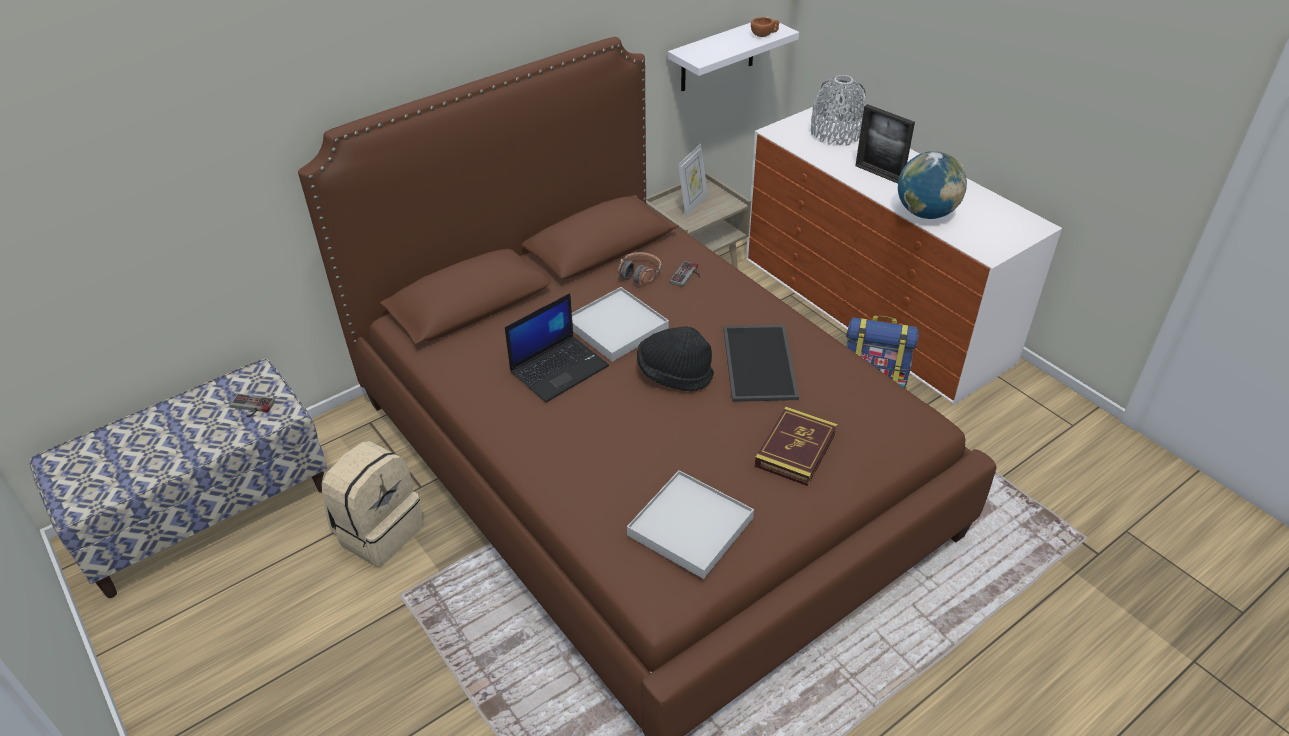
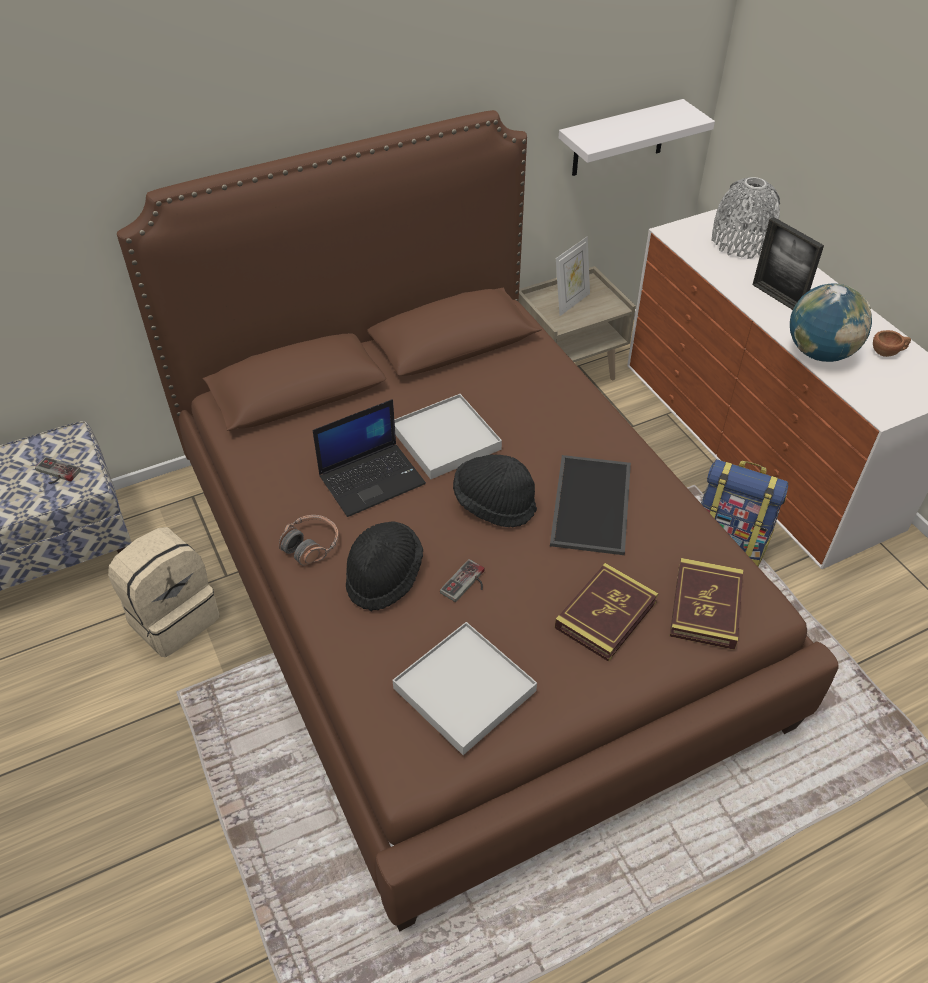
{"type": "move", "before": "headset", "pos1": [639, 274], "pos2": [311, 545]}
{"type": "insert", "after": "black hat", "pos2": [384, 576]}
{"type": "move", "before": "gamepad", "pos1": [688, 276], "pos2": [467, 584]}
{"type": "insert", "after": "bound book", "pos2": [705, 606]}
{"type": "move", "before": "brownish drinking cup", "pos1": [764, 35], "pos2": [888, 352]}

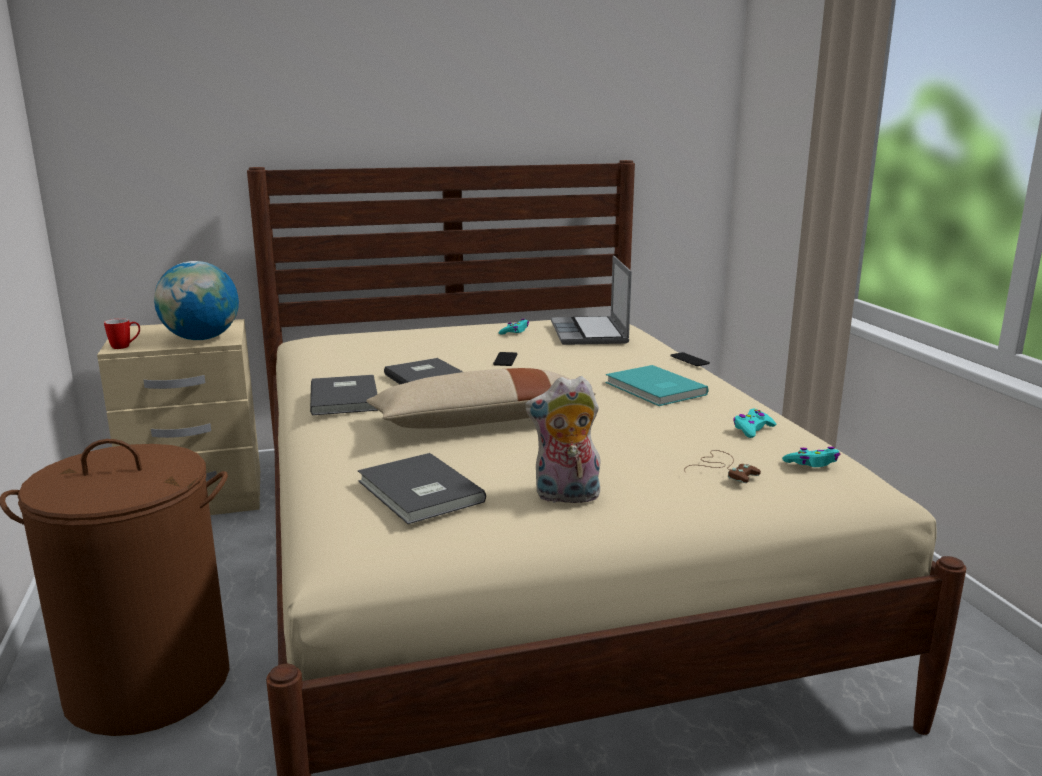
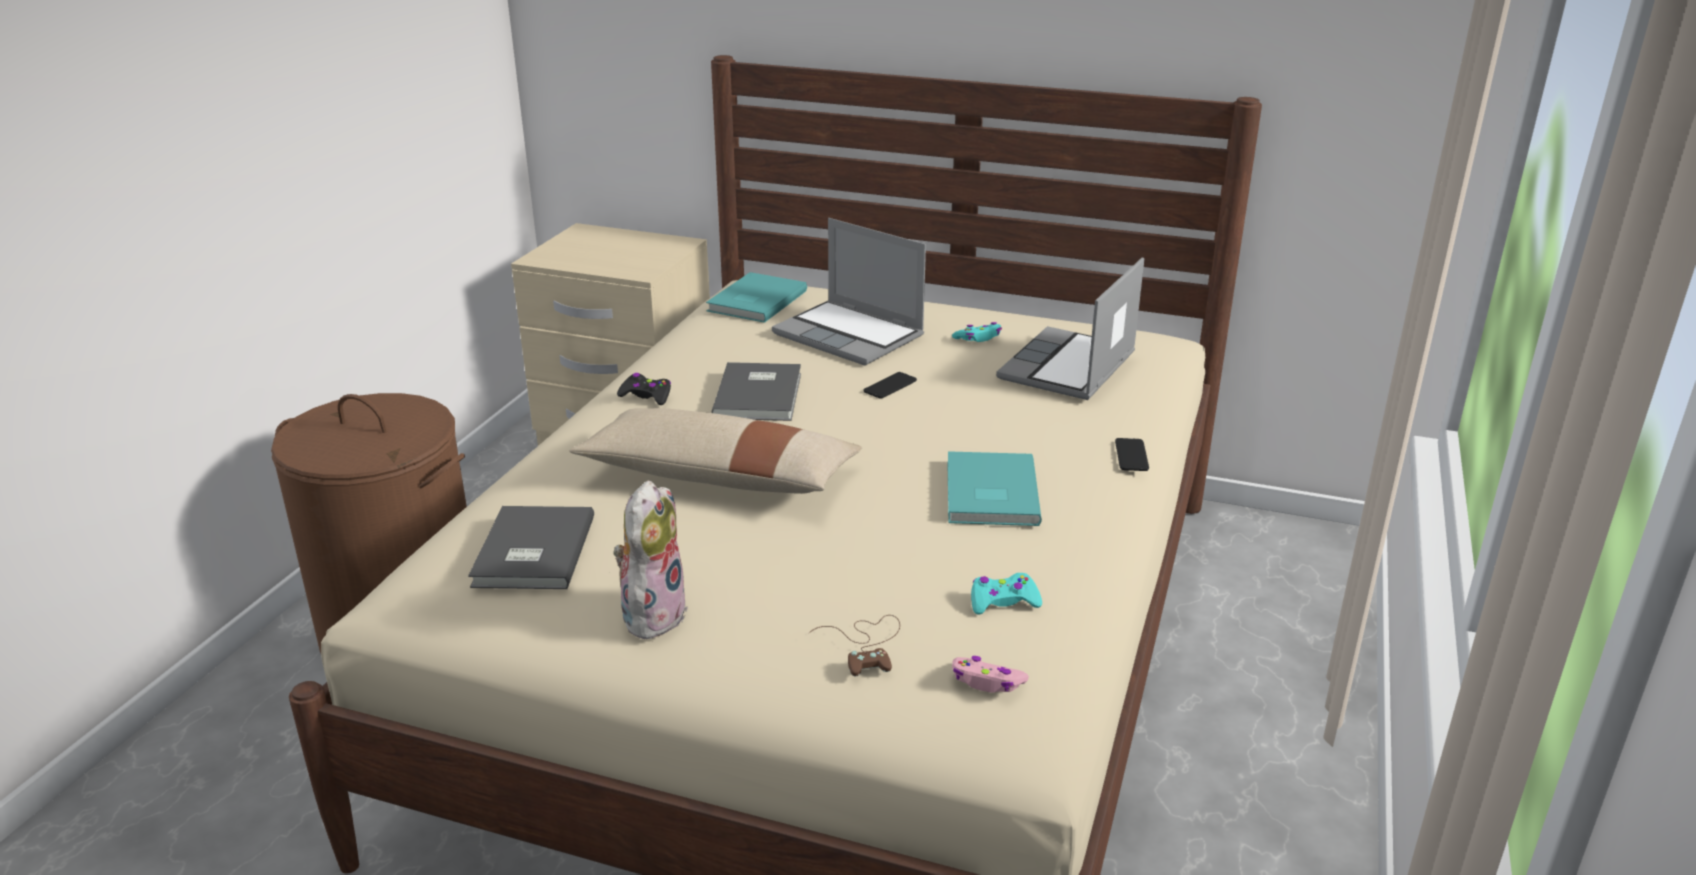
{"type": "rotate", "before": "plush toy", "pos1": [565, 497], "pos2": [652, 614], "turn": 75}
{"type": "replace", "before": "gray bound book", "after": "black gamepad", "pos1": [346, 397], "pos2": [646, 396]}
{"type": "insert", "after": "blue-green bound book", "pos2": [754, 301]}
{"type": "insert", "after": "laptop", "pos2": [851, 335]}
{"type": "recolor", "before": "blue-green gamepad", "after": "pinkish gamepad", "pos1": [812, 463], "pos2": [987, 682]}
{"type": "delete", "before": "coffee mug", "pos1": [125, 346]}
{"type": "delete", "before": "world globe", "pos1": [201, 339]}

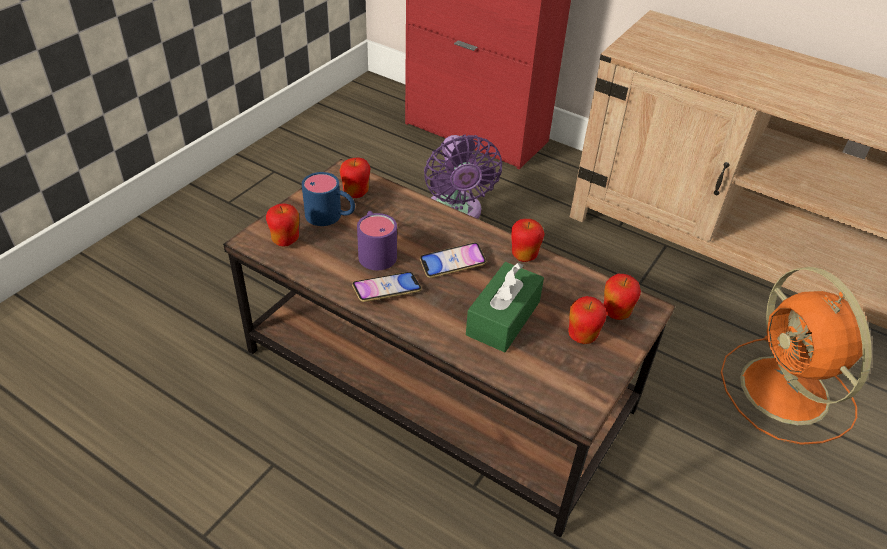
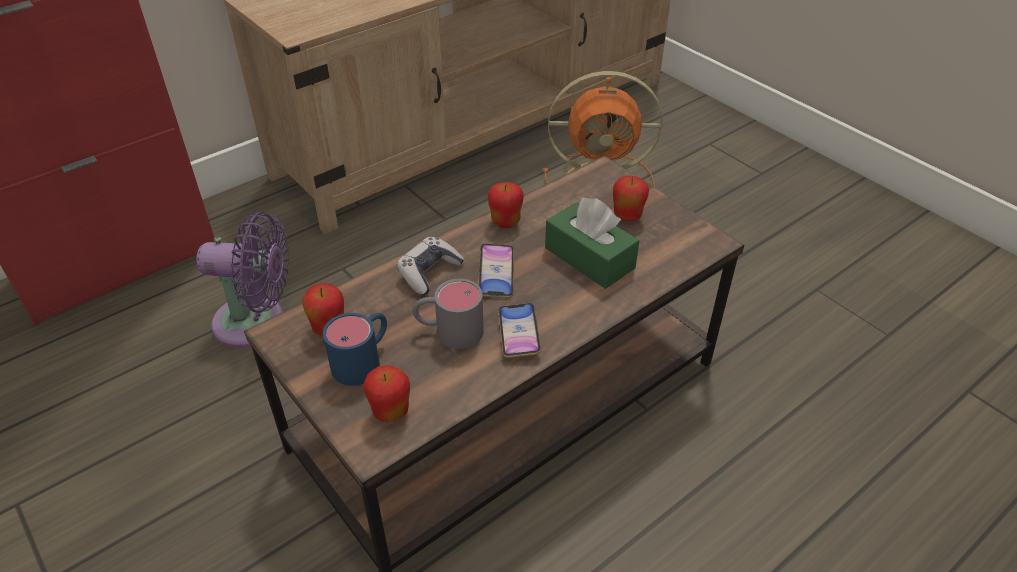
{"type": "insert", "after": "gamepad", "pos2": [429, 272]}
{"type": "recolor", "before": "purple-coloured coffee mug", "after": "gray coffee mug", "pos1": [375, 251], "pos2": [449, 331]}
{"type": "delete", "before": "apple fruit", "pos1": [616, 313]}

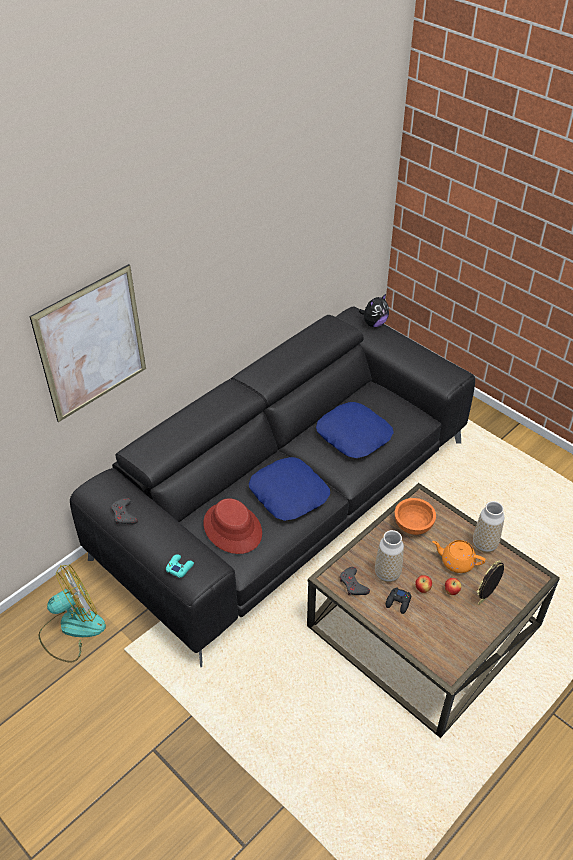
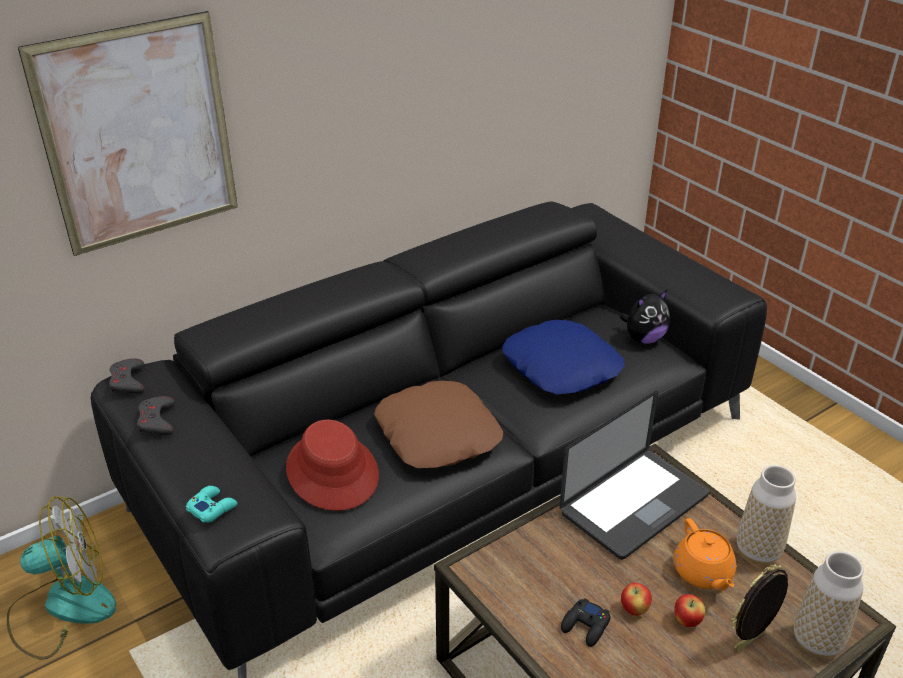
{"type": "move", "before": "gray gamepad", "pos1": [353, 584], "pos2": [128, 381]}
{"type": "recolor", "before": "blue-coloured cushion", "after": "brownish cushion", "pos1": [289, 494], "pos2": [438, 434]}
{"type": "replace", "before": "orangey bowl", "after": "laptop", "pos1": [413, 525], "pos2": [634, 504]}
{"type": "move", "before": "plush toy", "pos1": [374, 323], "pos2": [643, 339]}
{"type": "rotate", "before": "orangey pot for tea", "pos1": [456, 562], "pos2": [703, 573], "turn": -135}
{"type": "move", "before": "flower vase", "pos1": [387, 574], "pos2": [816, 642]}

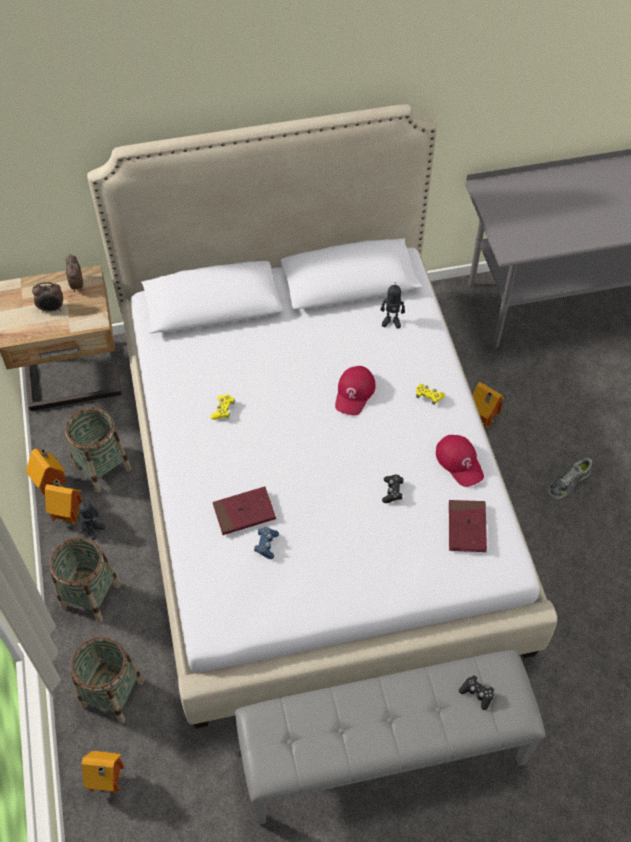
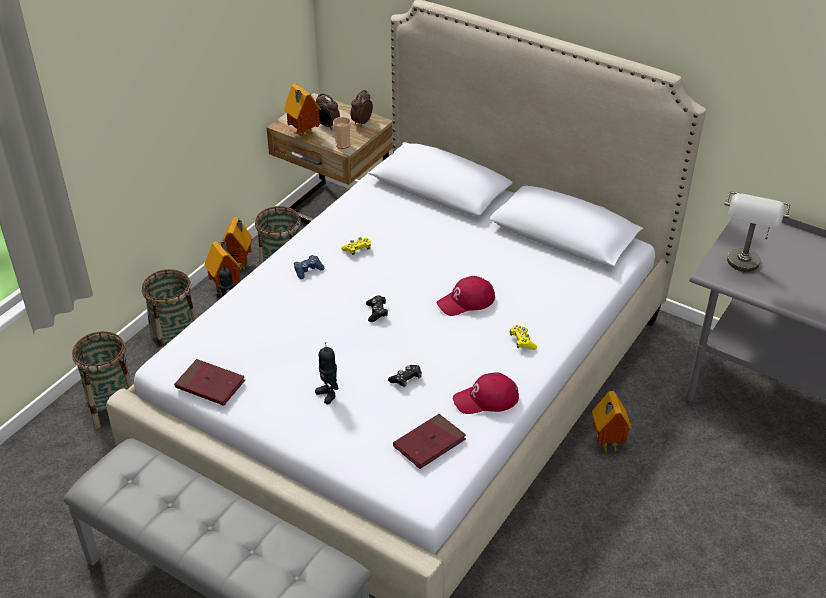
{"type": "move", "before": "reddish bound book", "pos1": [244, 512], "pos2": [210, 385]}
{"type": "move", "before": "toy house", "pos1": [108, 783], "pos2": [303, 135]}
{"type": "move", "before": "blue-coloured gamepad", "pos1": [266, 545], "pos2": [308, 270]}
{"type": "move", "before": "model robot", "pos1": [391, 321], "pos2": [328, 394]}
{"type": "insert", "after": "drinking cup", "pos2": [343, 145]}
{"type": "move", "before": "black gamepad", "pos1": [477, 693], "pos2": [377, 312]}
{"type": "rotate", "before": "reddish baseball cap", "pos1": [460, 462], "pos2": [486, 399], "turn": 60}
{"type": "insert", "after": "gray tabletop lamp", "pos2": [742, 268]}
{"type": "delete", "before": "low shoe", "pos1": [568, 482]}

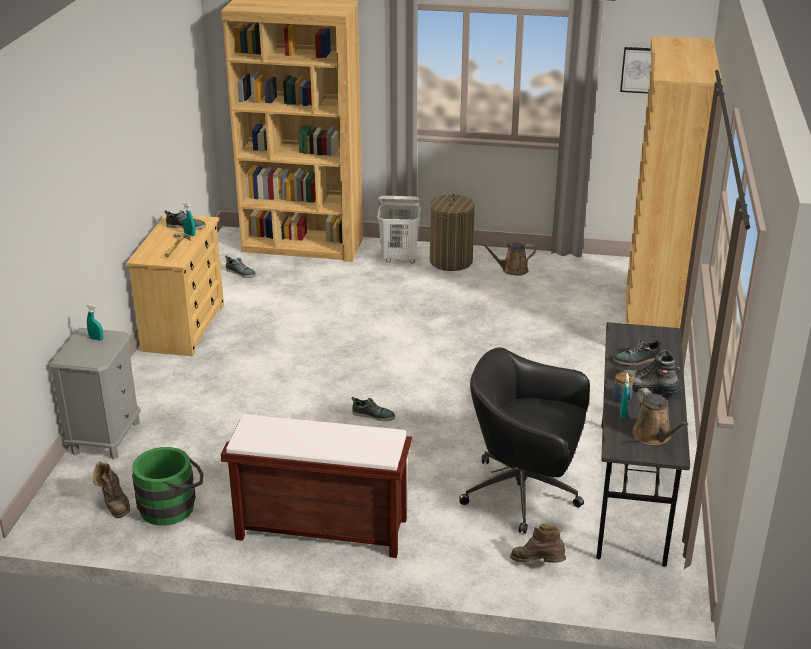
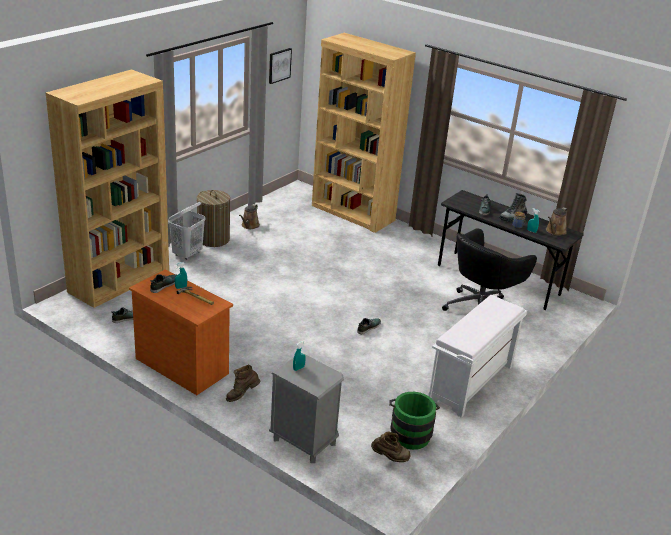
{"type": "recolor", "before": "sand-coloured dresser", "after": "orangey dresser", "pos1": [184, 327], "pos2": [181, 366]}
{"type": "move", "before": "brownish tall boot", "pos1": [538, 564], "pos2": [242, 395]}
{"type": "recolor", "before": "brownish long seat", "after": "whitish long seat", "pos1": [320, 529], "pos2": [470, 383]}
{"type": "rotate", "before": "brownish watering can", "pos1": [654, 436], "pos2": [555, 231], "turn": 120}

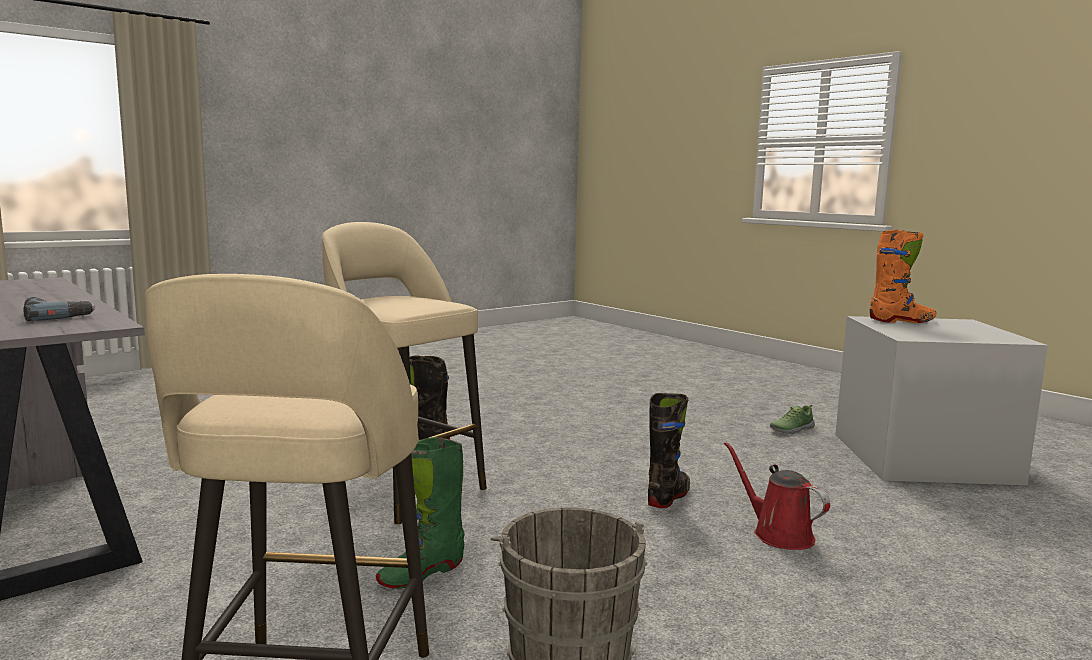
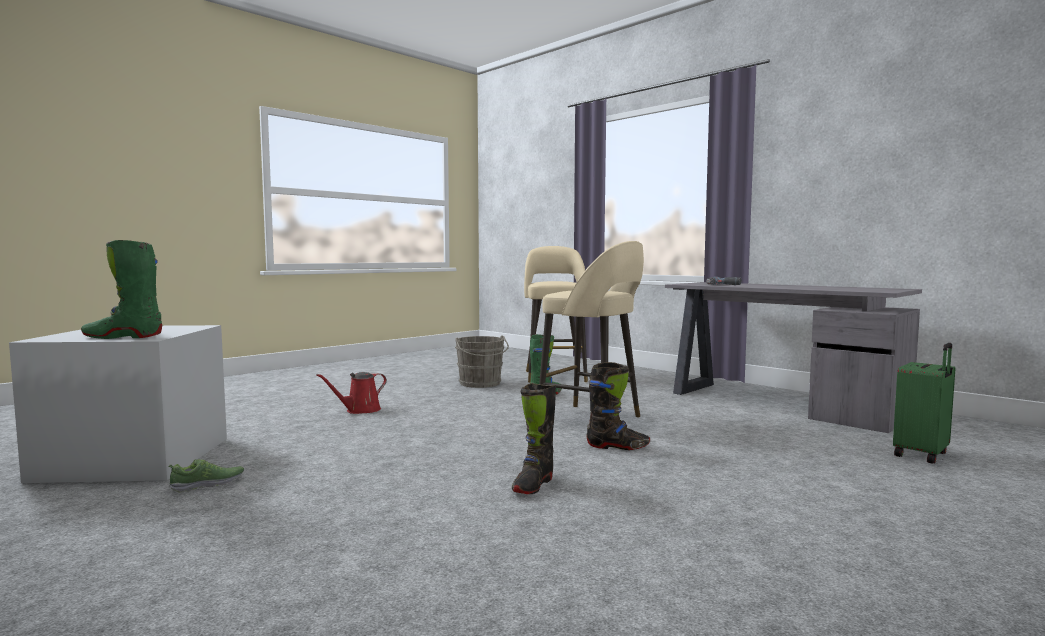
{"type": "recolor", "before": "orangey tall boot", "after": "green tall boot", "pos1": [902, 321], "pos2": [123, 337]}
{"type": "rotate", "before": "reddish watering can", "pos1": [778, 534], "pos2": [360, 410], "turn": 90}
{"type": "move", "before": "black tall boot", "pos1": [668, 497], "pos2": [533, 485]}
{"type": "insert", "after": "green piece of luggage", "pos2": [922, 454]}

